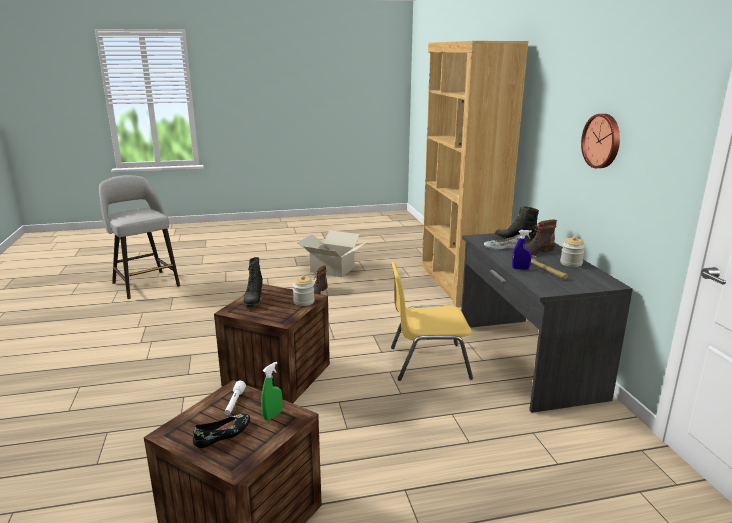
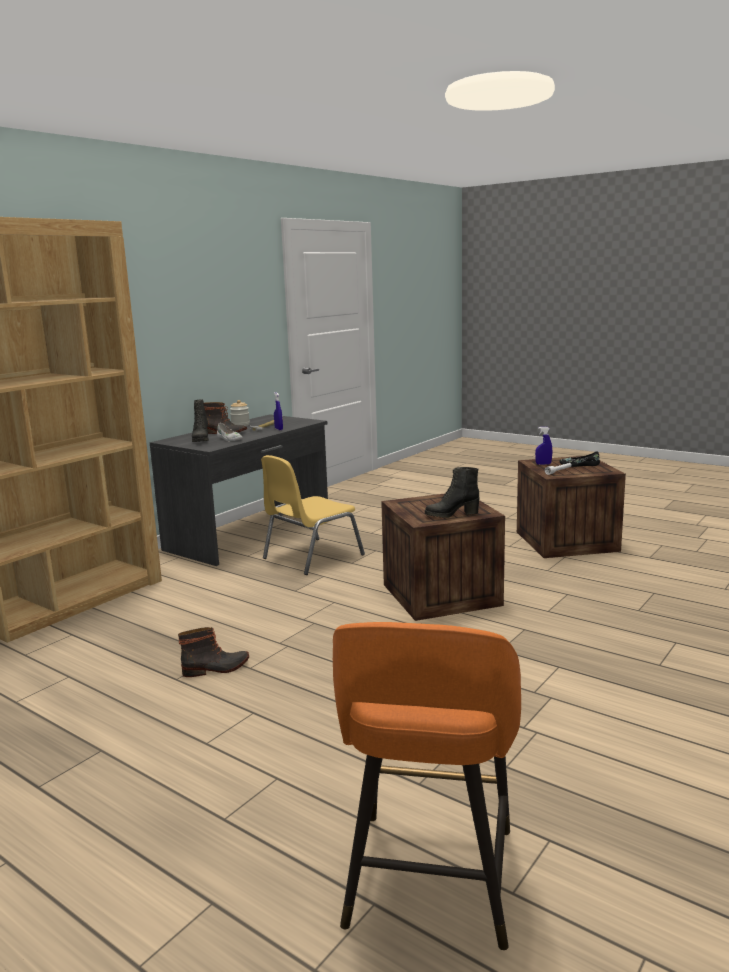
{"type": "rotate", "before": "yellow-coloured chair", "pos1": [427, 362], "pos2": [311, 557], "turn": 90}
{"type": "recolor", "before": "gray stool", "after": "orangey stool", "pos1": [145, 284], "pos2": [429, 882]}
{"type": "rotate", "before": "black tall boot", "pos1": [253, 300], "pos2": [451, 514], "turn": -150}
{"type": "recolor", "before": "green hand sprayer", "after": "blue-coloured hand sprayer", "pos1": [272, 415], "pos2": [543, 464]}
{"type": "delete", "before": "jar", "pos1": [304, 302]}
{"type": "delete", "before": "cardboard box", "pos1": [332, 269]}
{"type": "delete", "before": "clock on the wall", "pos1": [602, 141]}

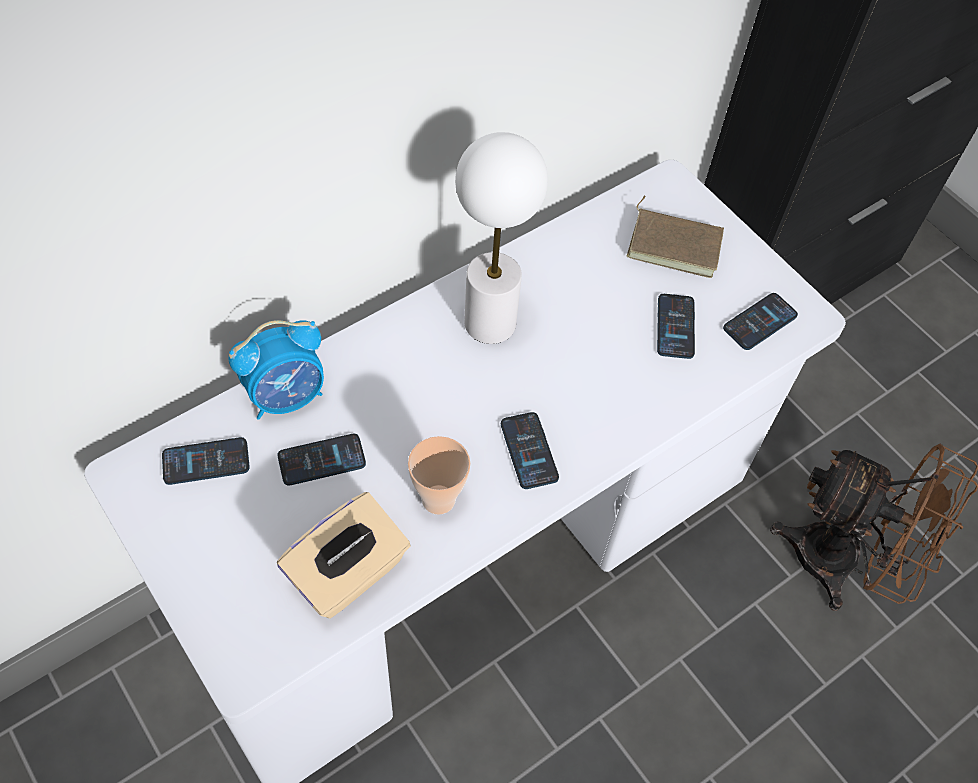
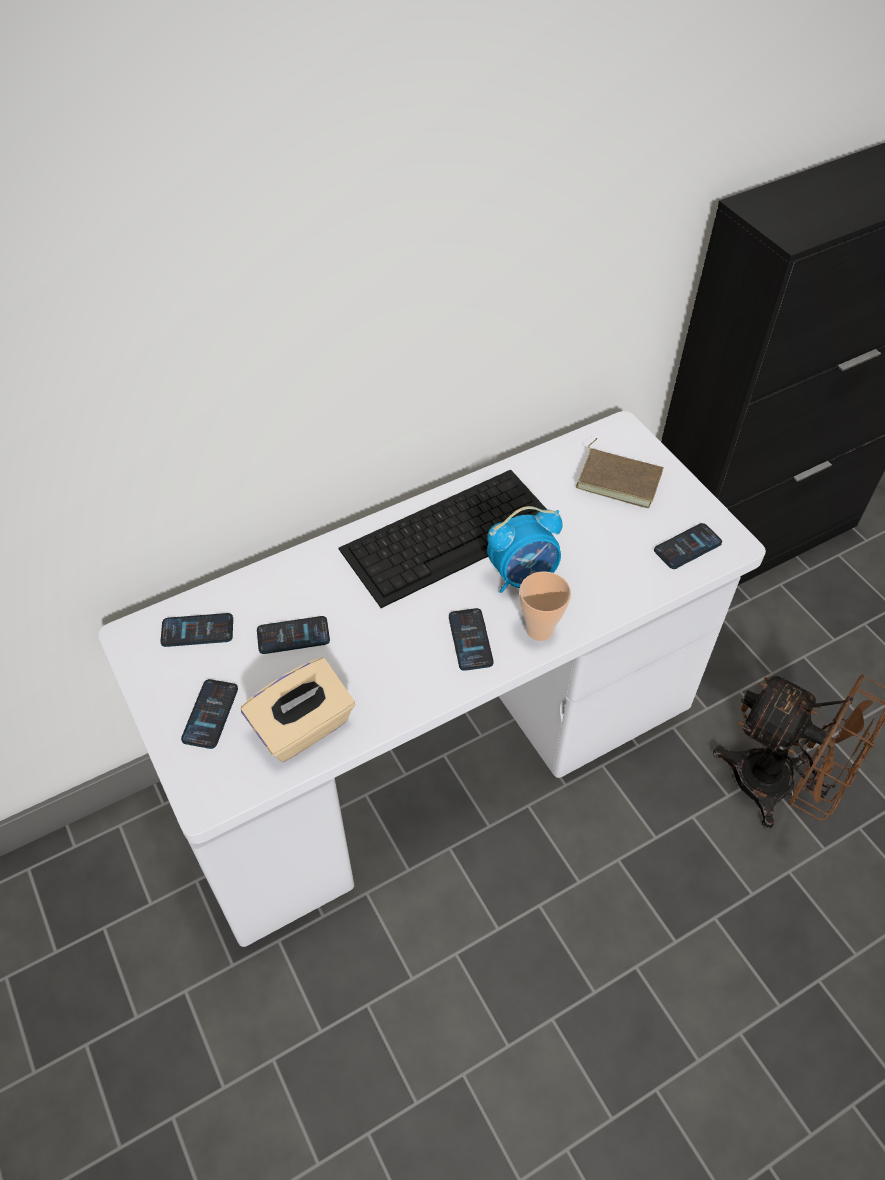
{"type": "move", "before": "phone", "pos1": [675, 327], "pos2": [210, 714]}
{"type": "replace", "before": "whitish tabletop lamp", "after": "computer keyboard", "pos1": [490, 322], "pos2": [450, 534]}
{"type": "move", "before": "alarm clock", "pos1": [287, 396], "pos2": [523, 576]}
{"type": "move", "before": "drinking cup", "pos1": [438, 499], "pos2": [540, 629]}

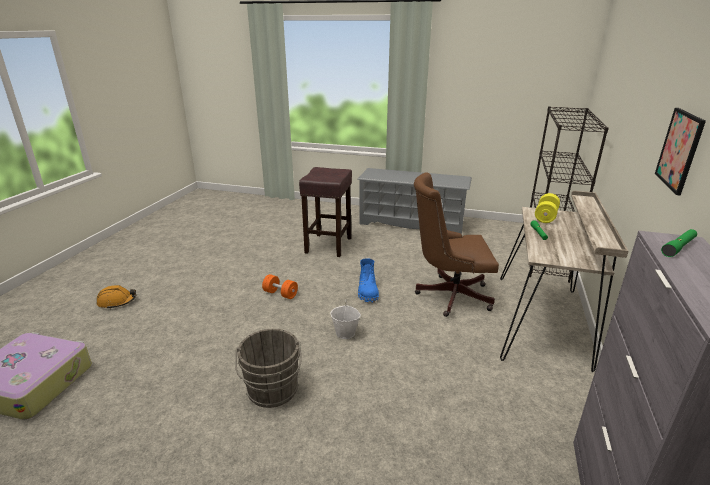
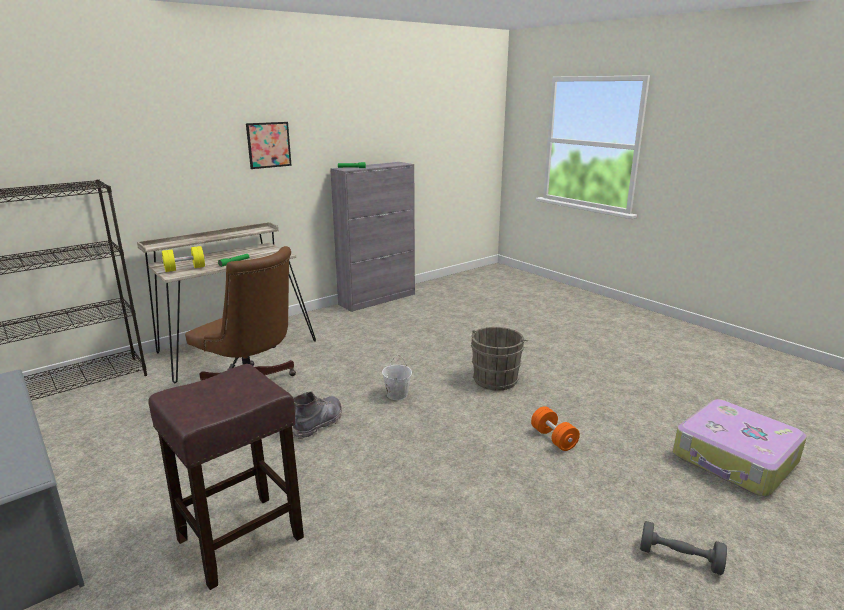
{"type": "recolor", "before": "blue-coloured tall boot", "after": "gray tall boot", "pos1": [367, 292], "pos2": [318, 424]}
{"type": "move", "before": "orangey hand weight", "pos1": [280, 294], "pos2": [553, 438]}
{"type": "replace", "before": "orangey work helmet", "after": "gray hand weight", "pos1": [117, 302], "pos2": [679, 558]}

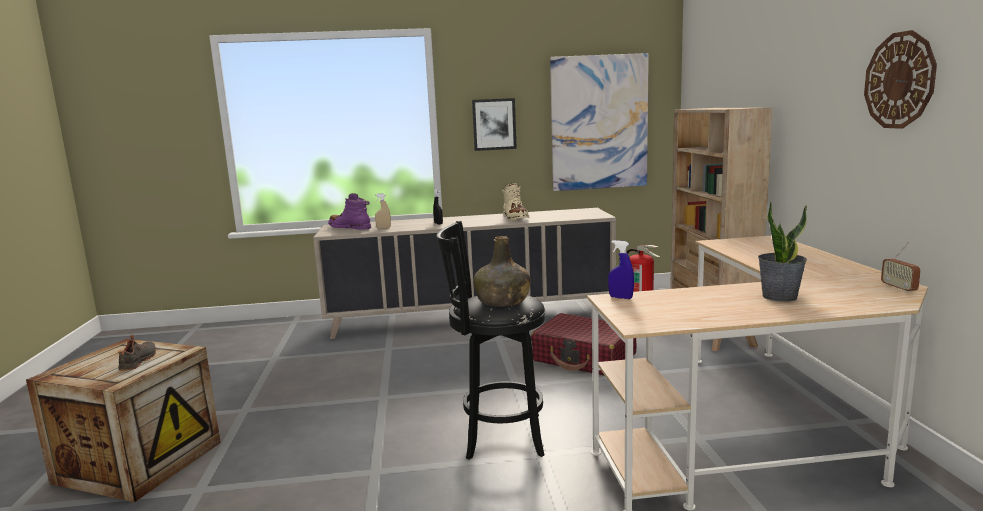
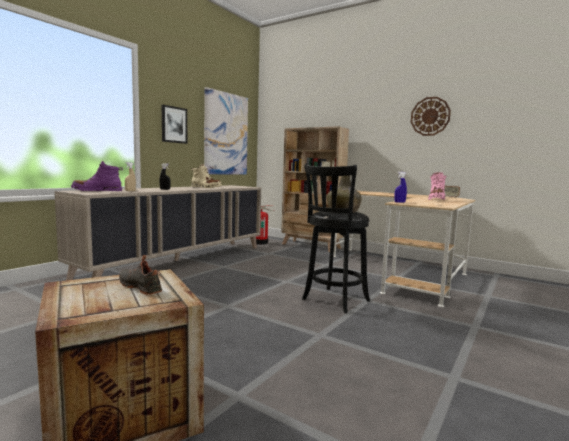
{"type": "replace", "before": "plant in a pot", "after": "pinkish tall boot", "pos1": [779, 296], "pos2": [436, 199]}
{"type": "delete", "before": "reddish piece of luggage", "pos1": [584, 358]}

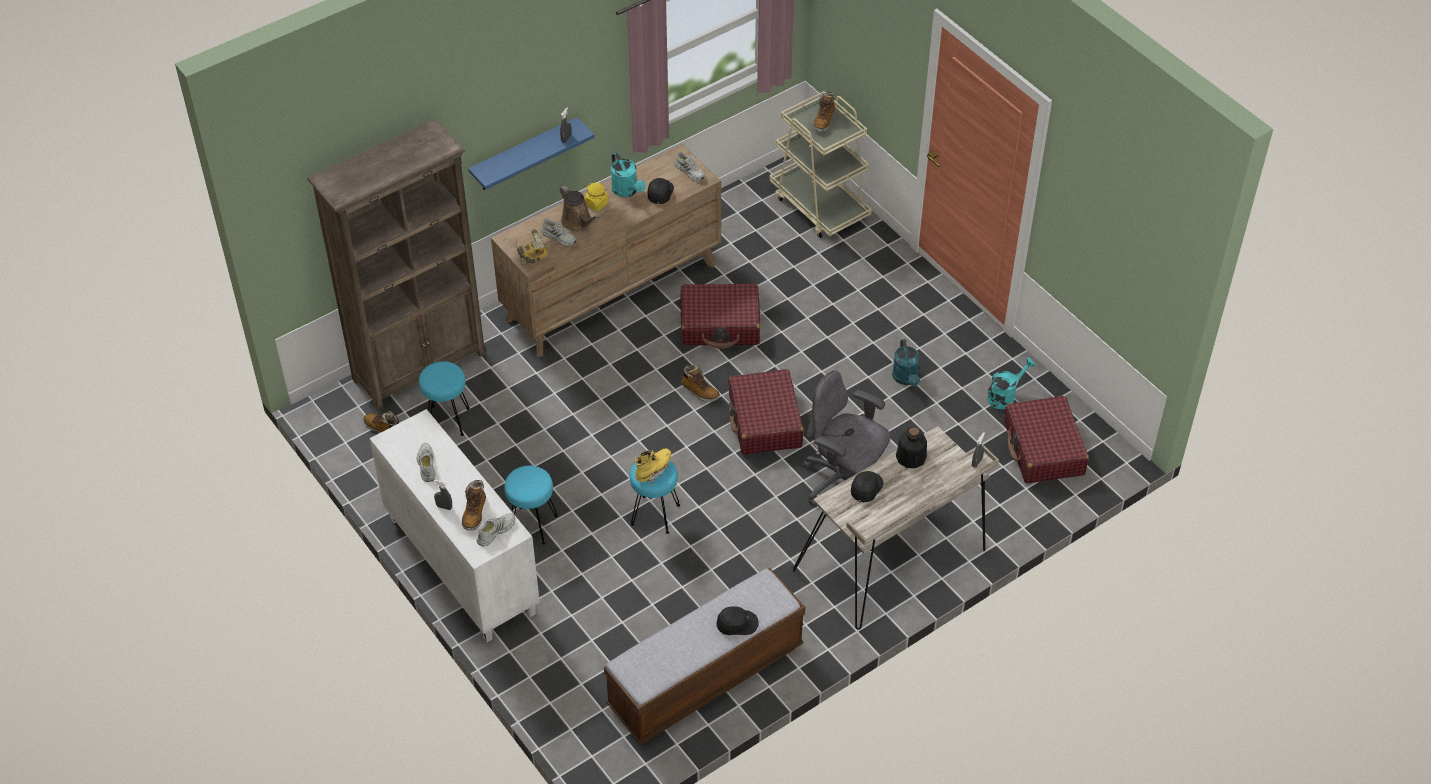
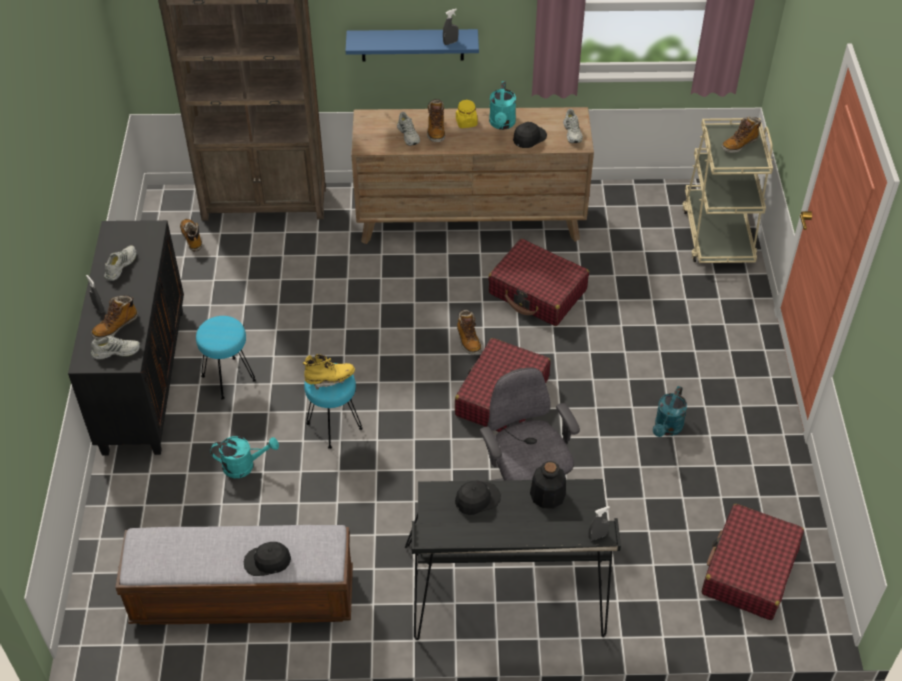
{"type": "recolor", "before": "whitish cupboard", "after": "black cupboard", "pos1": [460, 565], "pos2": [143, 379]}
{"type": "move", "before": "blue-green watering can", "pos1": [1005, 396], "pos2": [244, 465]}
{"type": "rotate", "before": "black baseball cap", "pos1": [737, 623], "pos2": [267, 561], "turn": 150}
{"type": "recolor", "before": "sand-coloured desk", "after": "black desk", "pos1": [894, 561], "pos2": [507, 594]}
{"type": "replace", "before": "brownish watering can", "after": "tall boot", "pos1": [578, 222], "pos2": [436, 130]}
{"type": "delete", "before": "blue-green stool", "pos1": [448, 420]}
{"type": "delete", "before": "drill", "pos1": [530, 251]}

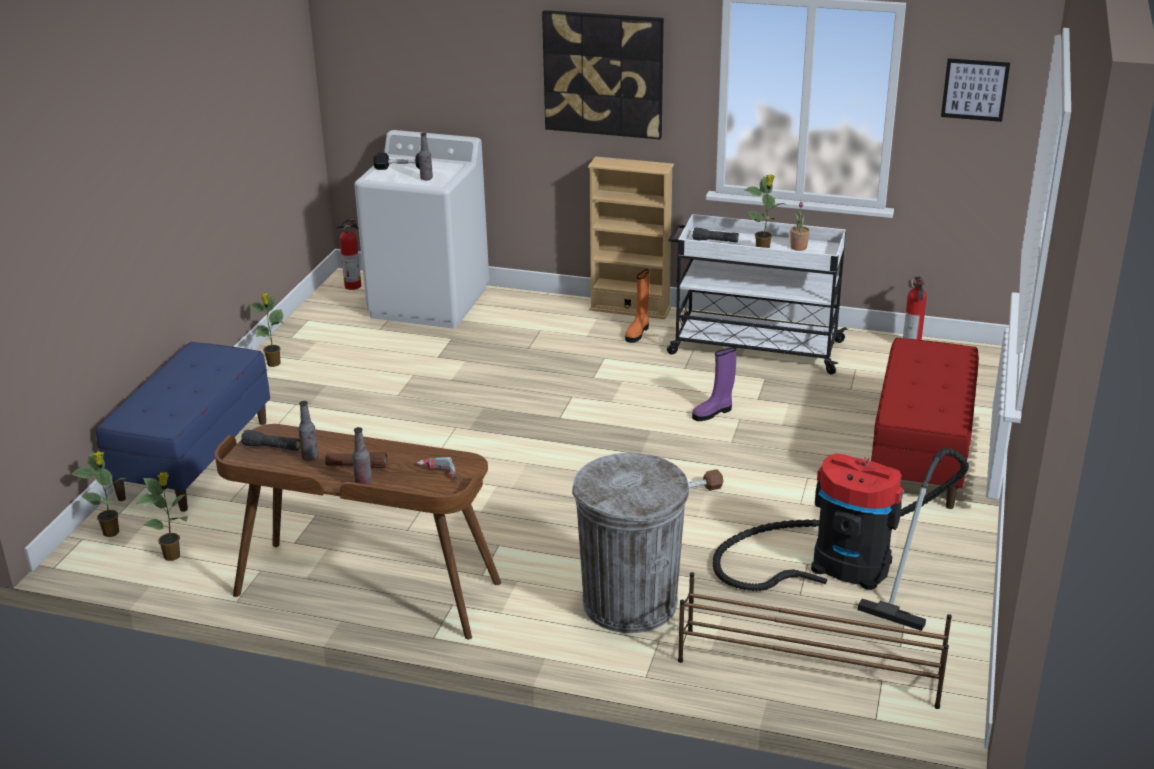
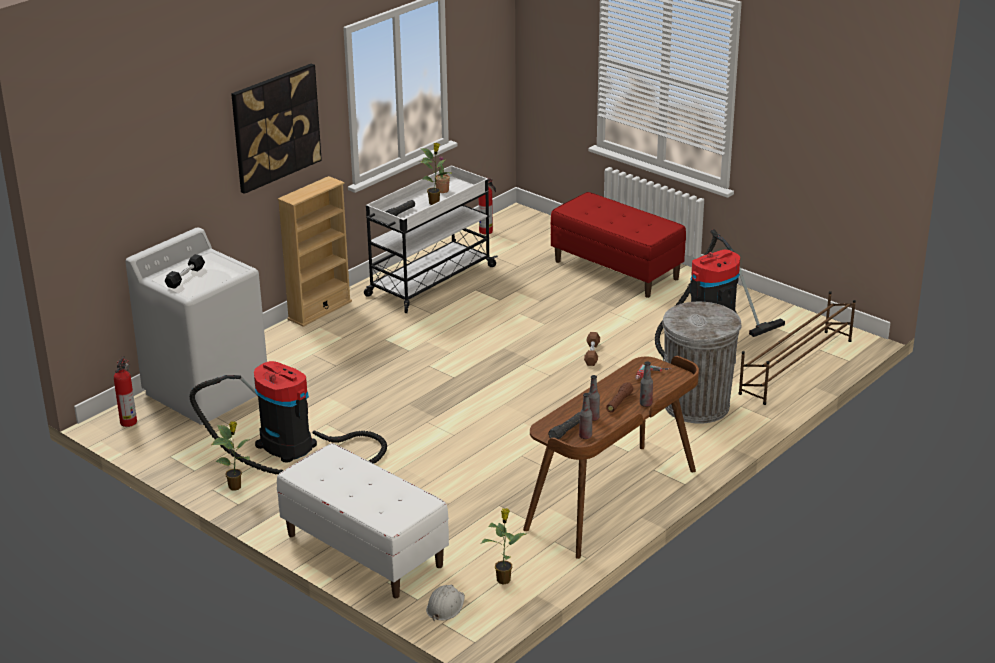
{"type": "insert", "after": "vacuum", "pos2": [292, 448]}
{"type": "recolor", "before": "blue-coloured long seat", "after": "whitish long seat", "pos1": [194, 459], "pos2": [363, 550]}
{"type": "replace", "before": "plant in a pot", "after": "whitish work helmet", "pos1": [112, 532], "pos2": [445, 606]}
{"type": "move", "before": "bottle", "pos1": [426, 178], "pos2": [585, 436]}
{"type": "delete", "before": "orangey tall boot", "pos1": [637, 333]}
{"type": "delete", "before": "purple-coloured tall boot", "pos1": [713, 413]}
{"type": "delete", "before": "wall art", "pos1": [975, 89]}

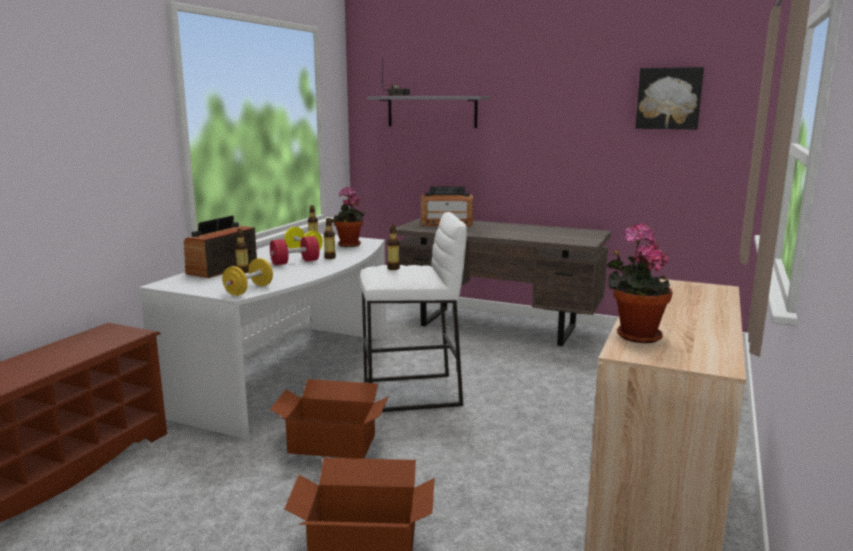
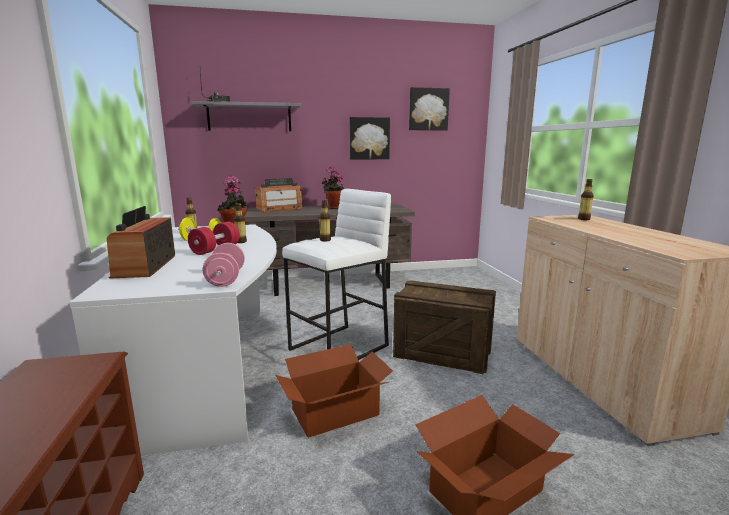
{"type": "recolor", "before": "yellow-coloured hand weight", "after": "pinkish hand weight", "pos1": [249, 290], "pos2": [226, 279]}
{"type": "move", "before": "plant in a pot", "pos1": [634, 335], "pos2": [333, 208]}
{"type": "insert", "after": "wall art", "pos2": [369, 138]}
{"type": "insert", "after": "shipping crate", "pos2": [443, 353]}
{"type": "move", "before": "bottle", "pos1": [243, 272], "pos2": [584, 219]}

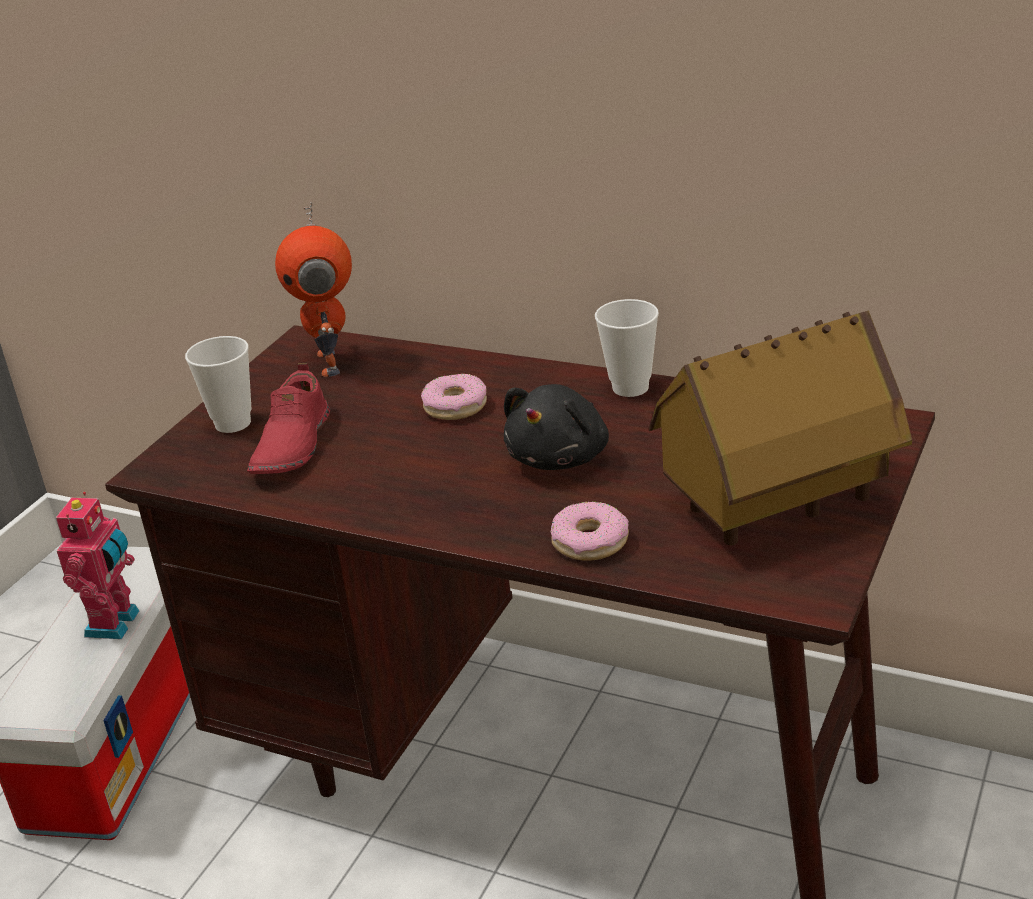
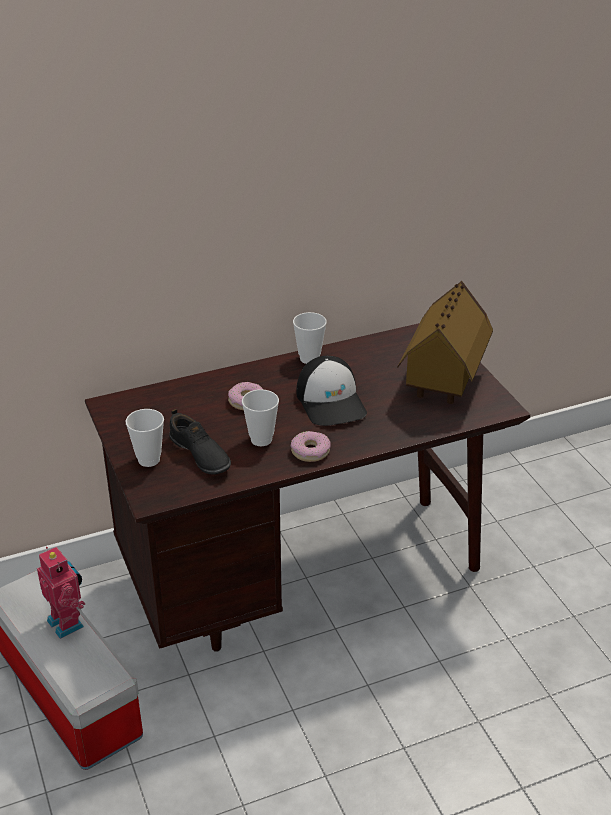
{"type": "recolor", "before": "reddish low shoe", "after": "black low shoe", "pos1": [291, 445], "pos2": [199, 455]}
{"type": "insert", "after": "drinking cup", "pos2": [261, 439]}
{"type": "move", "before": "doughnut", "pos1": [590, 541], "pos2": [310, 451]}
{"type": "replace", "before": "black plush toy", "after": "baseball cap", "pos1": [561, 457], "pos2": [331, 401]}
{"type": "delete", "before": "model robot", "pos1": [332, 362]}

